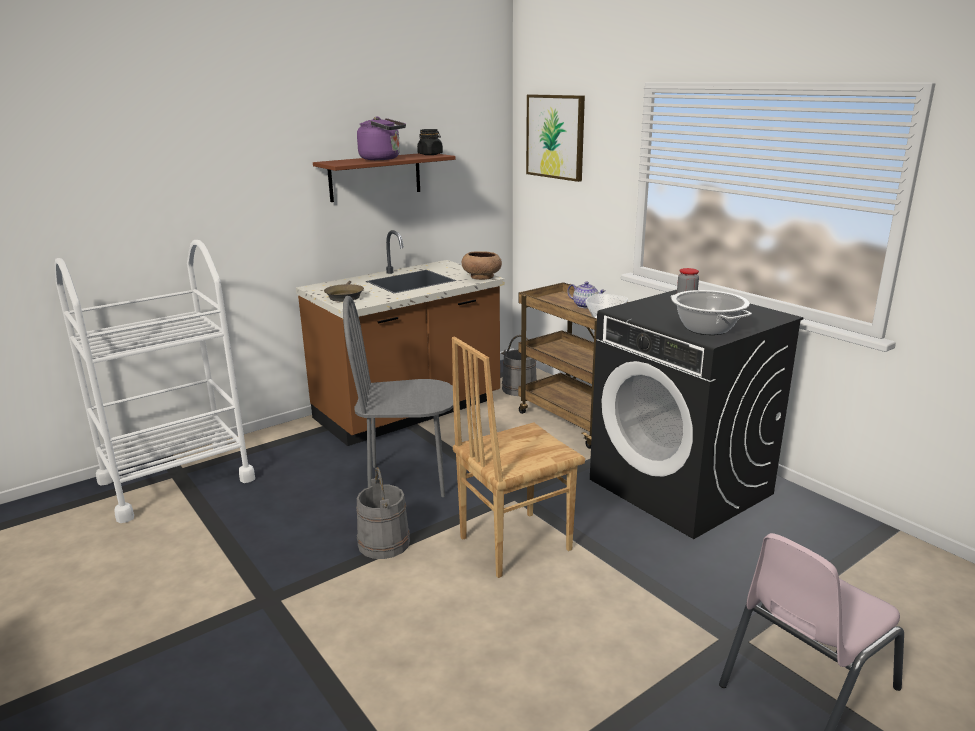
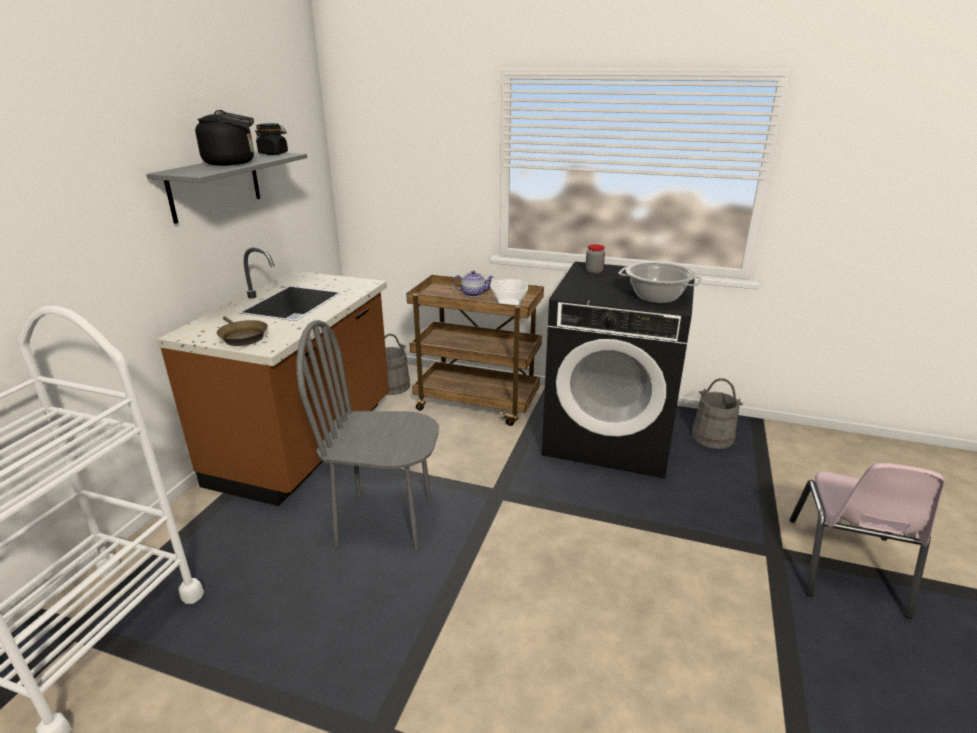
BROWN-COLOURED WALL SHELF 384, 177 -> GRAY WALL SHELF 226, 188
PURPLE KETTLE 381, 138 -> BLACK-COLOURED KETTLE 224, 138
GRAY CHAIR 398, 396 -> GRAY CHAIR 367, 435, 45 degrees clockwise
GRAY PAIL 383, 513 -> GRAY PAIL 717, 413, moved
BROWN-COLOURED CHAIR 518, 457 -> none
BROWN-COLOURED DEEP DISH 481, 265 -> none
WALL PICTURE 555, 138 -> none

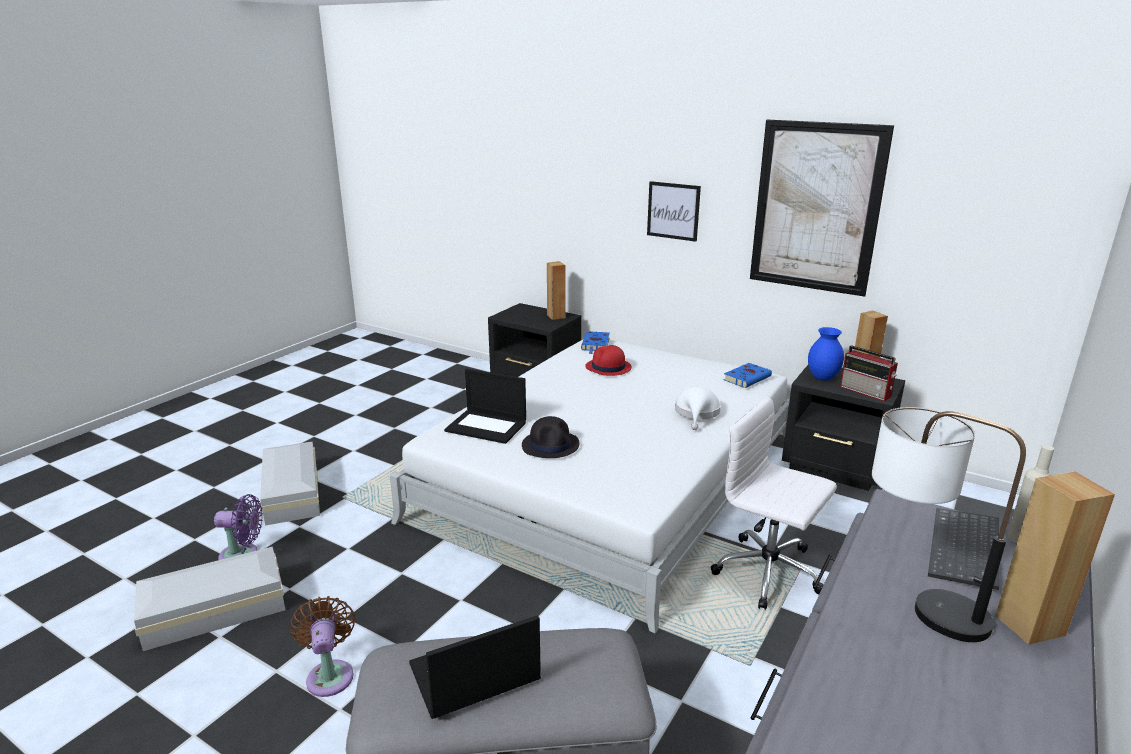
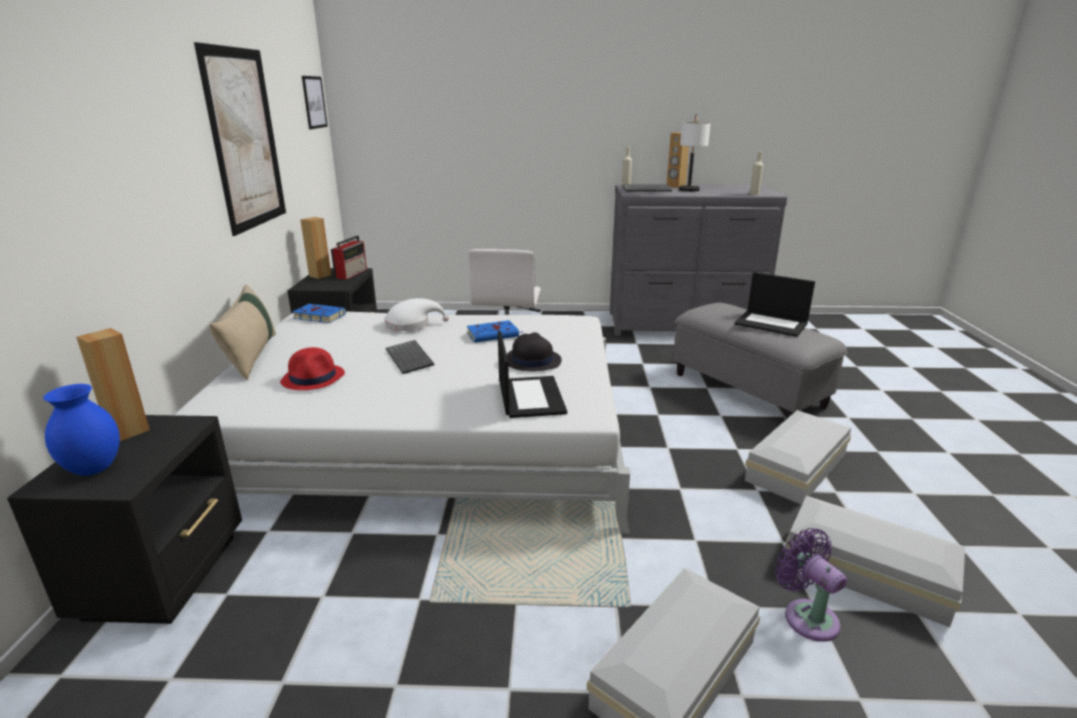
BLUE DECORATIVE VASE 826, 353 -> BLUE DECORATIVE VASE 81, 430, moved
none -> SAND-COLOURED PILLOW 243, 332
WALL PICTURE 674, 211 -> WALL PICTURE 315, 102, moved
none -> PC KEYBOARD 410, 357
BLUE BOUND BOOK 595, 342 -> BLUE BOUND BOOK 495, 331, moved
BROWN-COLOURED COOLING FAN 322, 646 -> WHITISH STORAGE BOX 798, 457
none -> SAND-COLOURED DRINK BOTTLE 756, 173

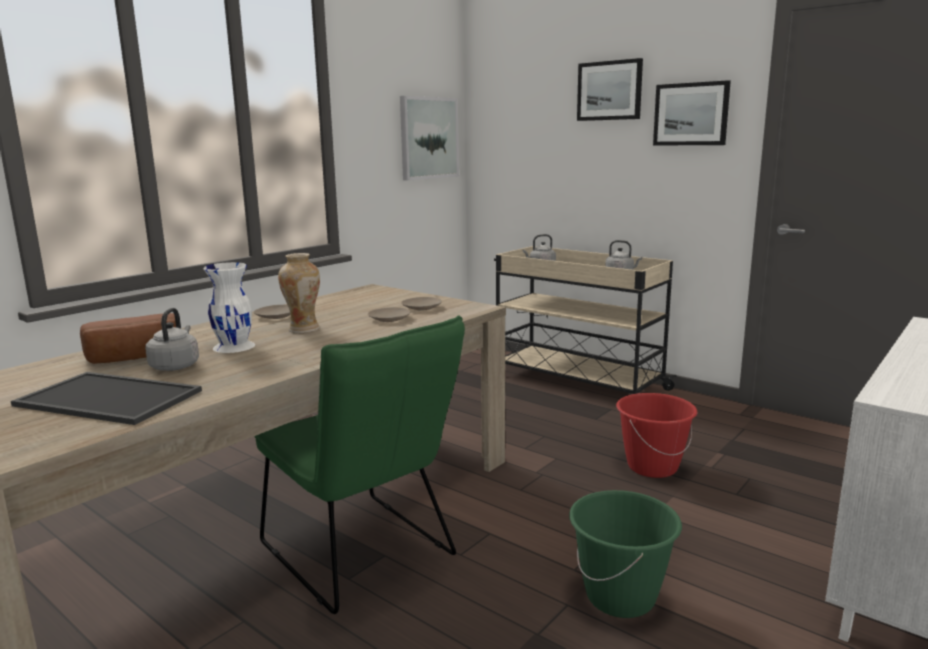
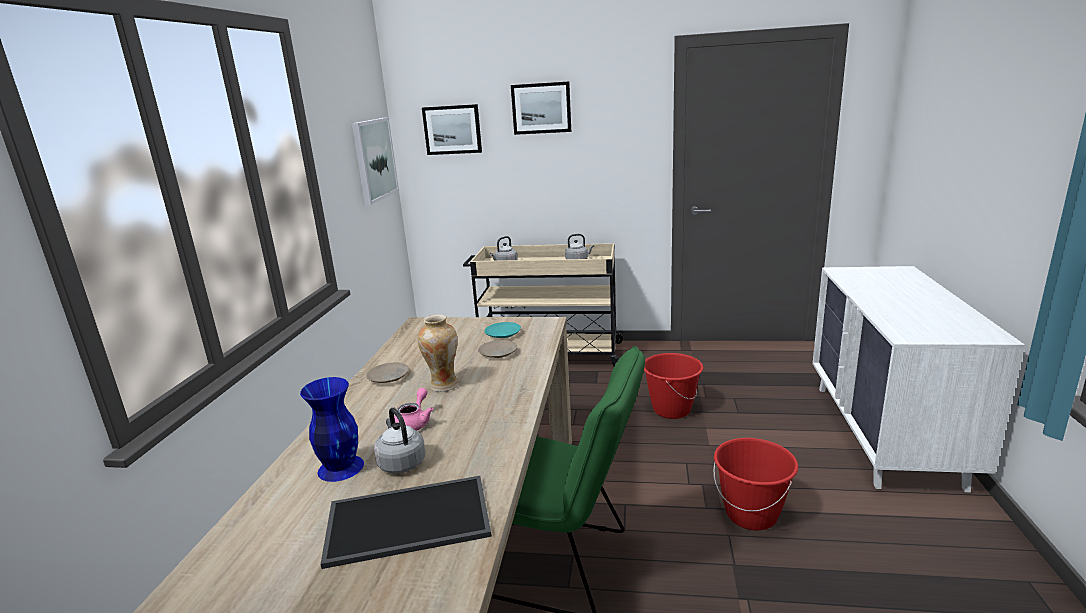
BAKERY BREAD 128, 338 -> BLUE DECORATIVE VASE 332, 429
WHITISH DECORATIVE VASE 229, 307 -> PINKISH TEAPOT 413, 409
WALL PICTURE 692, 113 -> WALL PICTURE 452, 129, moved
SAND-COLOURED PLATE 421, 304 -> BLUE-GREEN PLATE 502, 330
GREENISH PAIL 625, 554 -> RED PAIL 755, 484

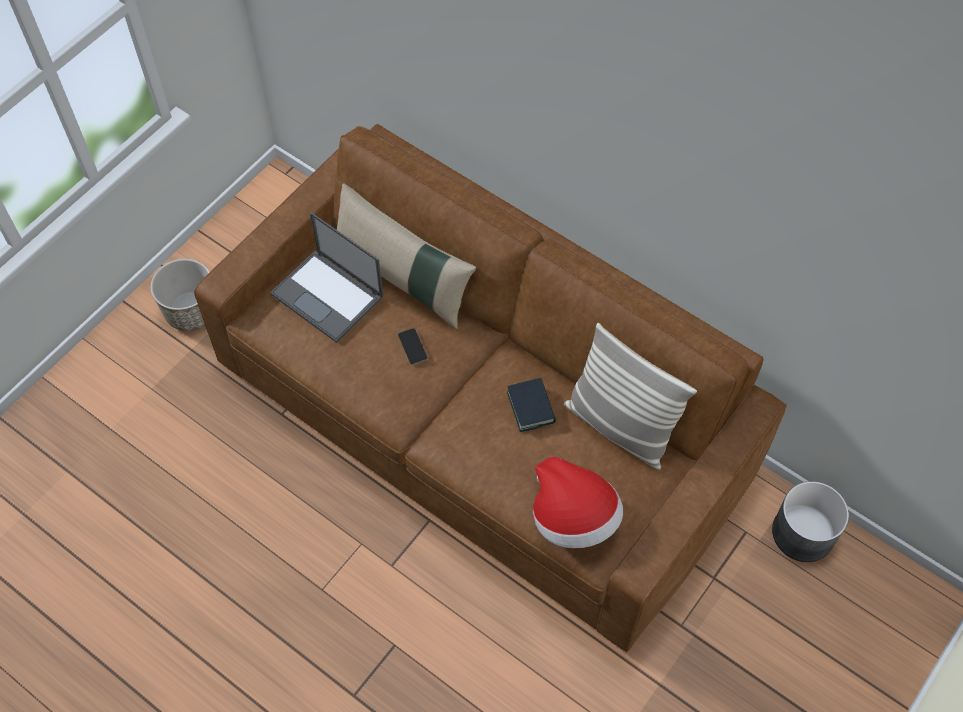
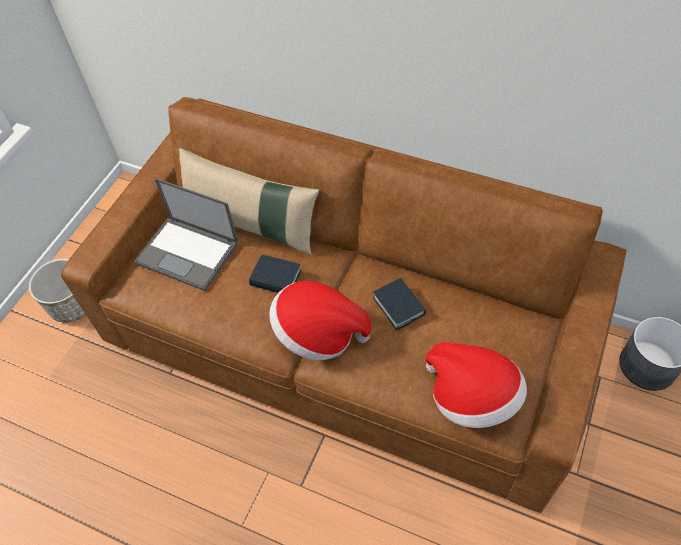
PHONE 413, 346 -> BOUND BOOK 275, 274
none -> WEARABLE HAT 320, 320
PILLOW 630, 396 -> none

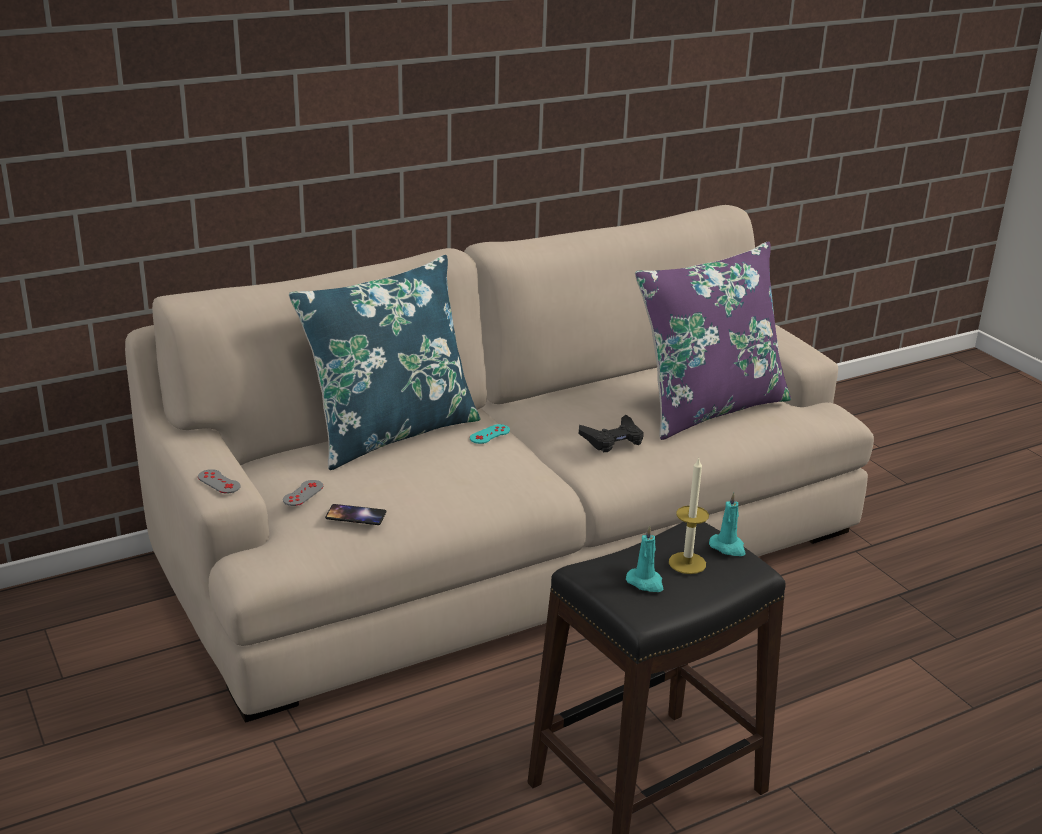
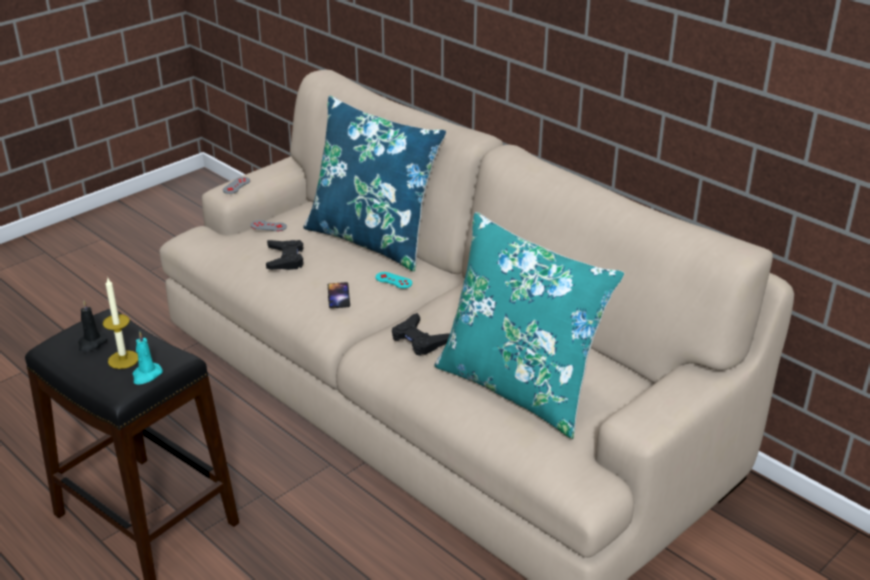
BLUE-GREEN WAX LIGHT 644, 558 -> BLACK-COLOURED WAX LIGHT 92, 326
none -> BLACK-COLOURED GAMEPAD 285, 255
PHONE 355, 514 -> PHONE 339, 295, moved
PURPLE PILLOW 713, 341 -> BLUE-GREEN PILLOW 529, 325

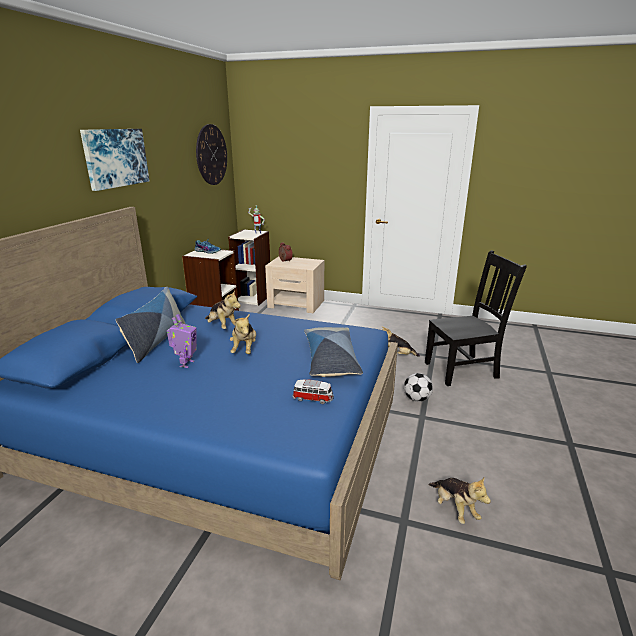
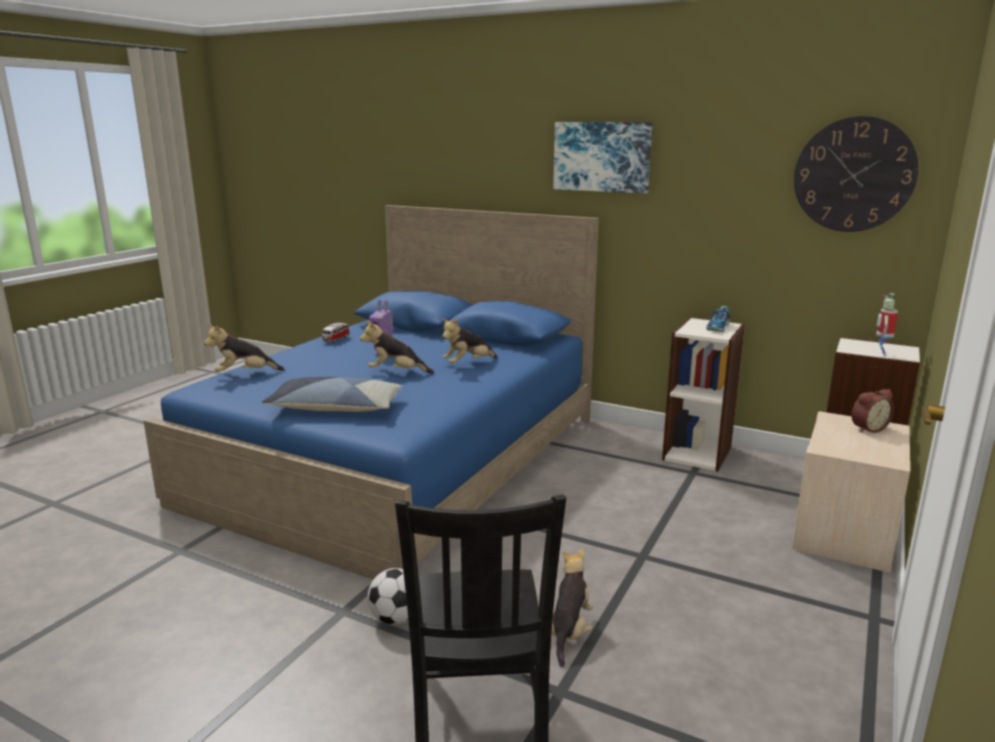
CUDDLY TOY 460, 500 -> CUDDLY TOY 244, 348, moved
MODEL CAR 313, 391 -> MODEL CAR 336, 333, moved
PILLOW 151, 325 -> none

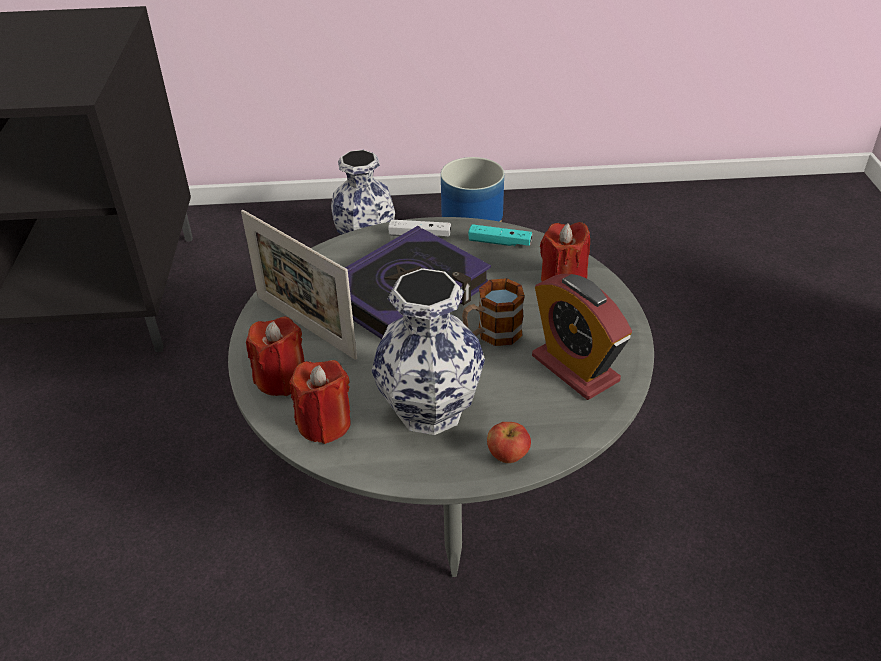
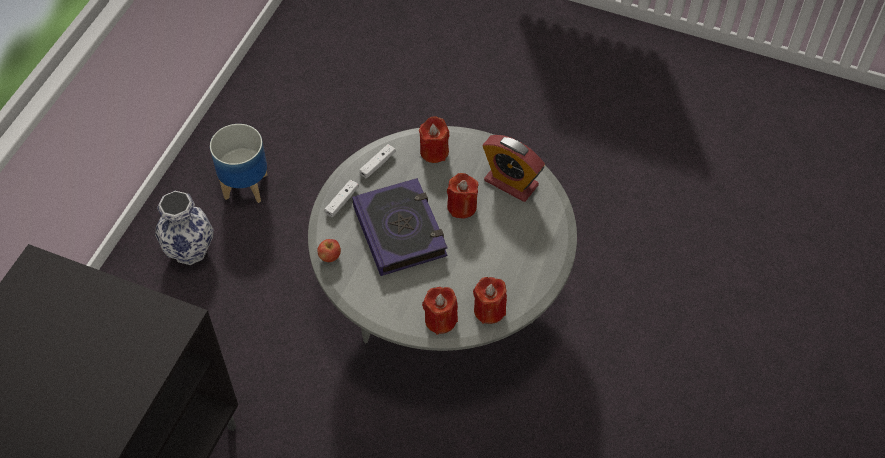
WHOLE APPLE 509, 442 -> WHOLE APPLE 329, 250, moved
BLUE-GREEN GAMEPAD 500, 235 -> WHITISH GAMEPAD 377, 161
TEA MUG 493, 312 -> RED WAX LIGHT 462, 196
ALARM CLOCK 582, 337 -> ALARM CLOCK 514, 168, 45 degrees clockwise
PICTURE FRAME 299, 285 -> none
DECORATIVE VASE 428, 351 -> none

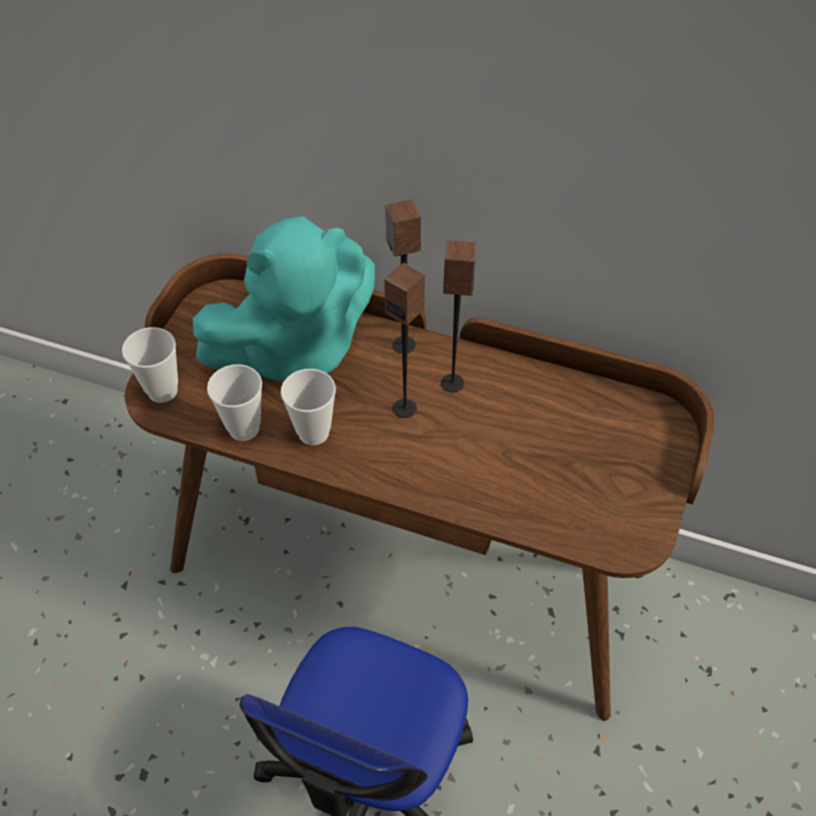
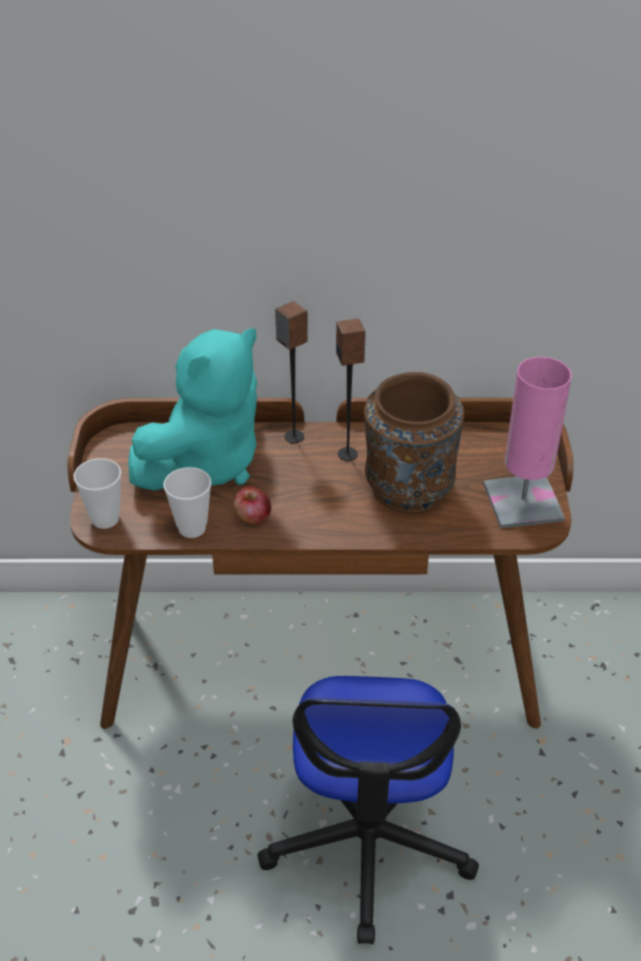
SMALL CUP 308, 407 -> WHOLE APPLE 252, 505
none -> BROWN-COLOURED DECORATIVE VASE 414, 443
none -> PINKISH TABLE LAMP 527, 442
SPEAKER 404, 340 -> none

